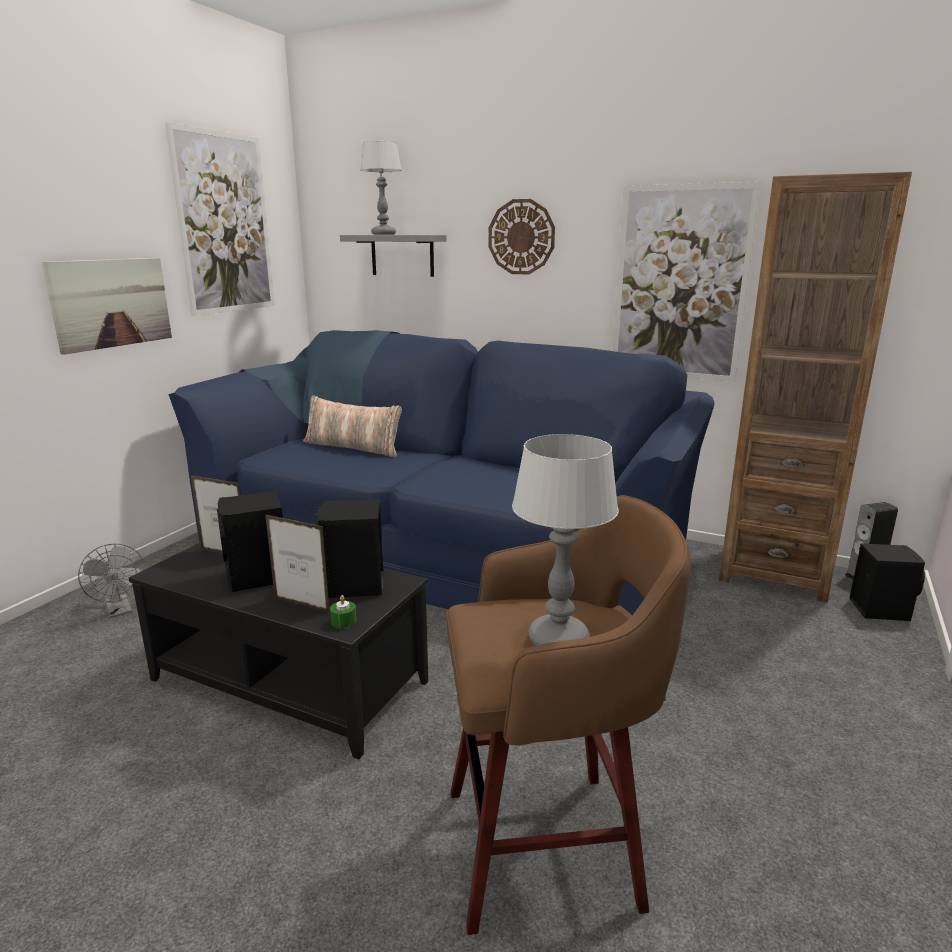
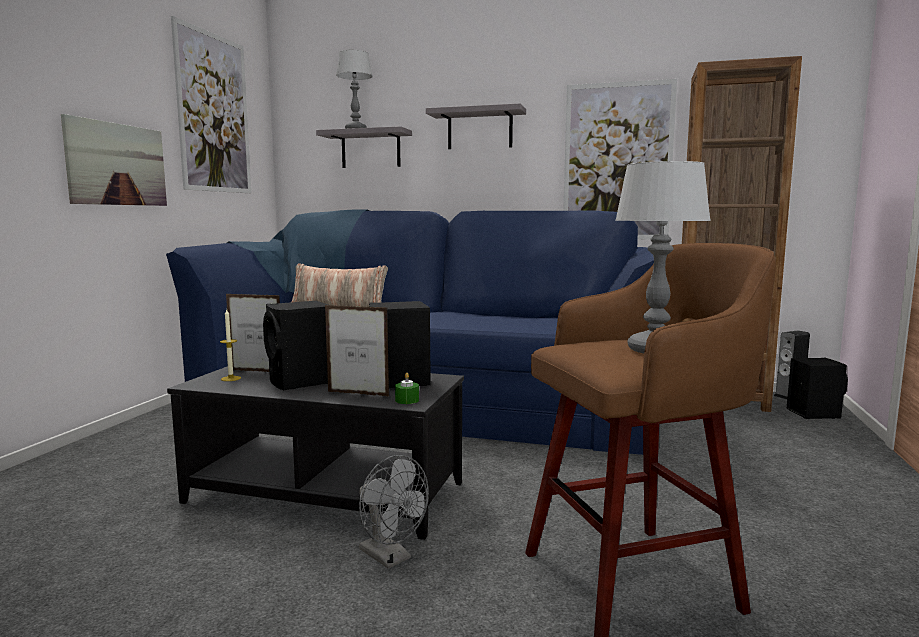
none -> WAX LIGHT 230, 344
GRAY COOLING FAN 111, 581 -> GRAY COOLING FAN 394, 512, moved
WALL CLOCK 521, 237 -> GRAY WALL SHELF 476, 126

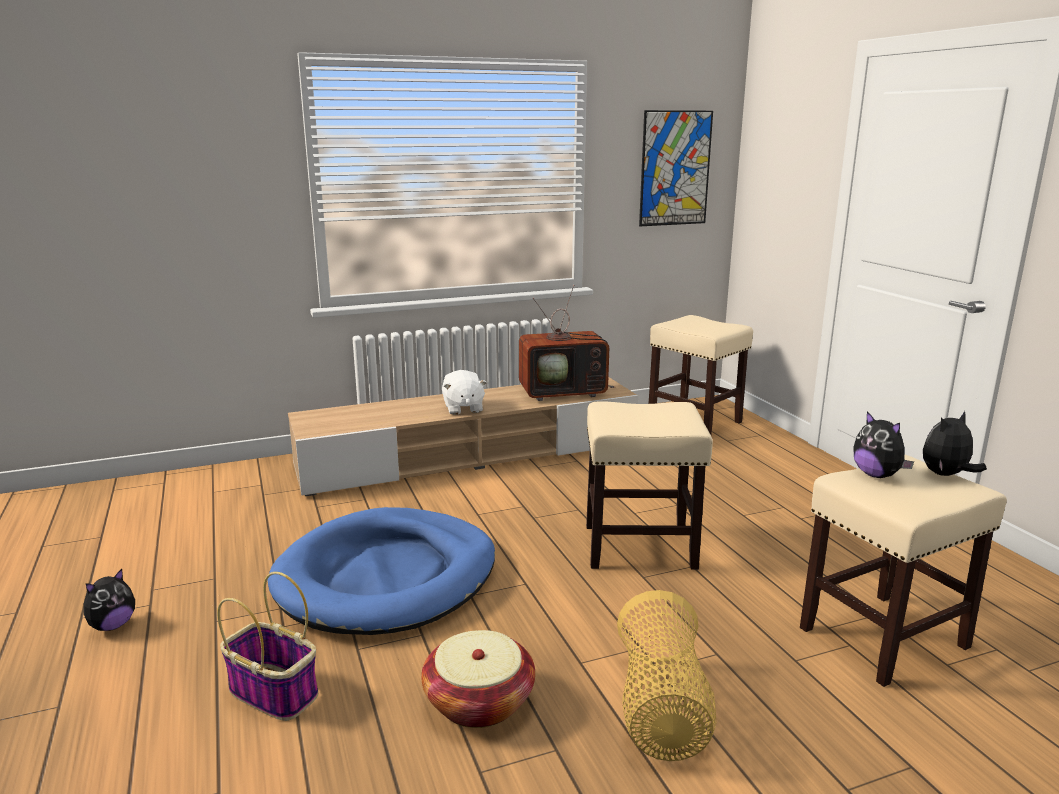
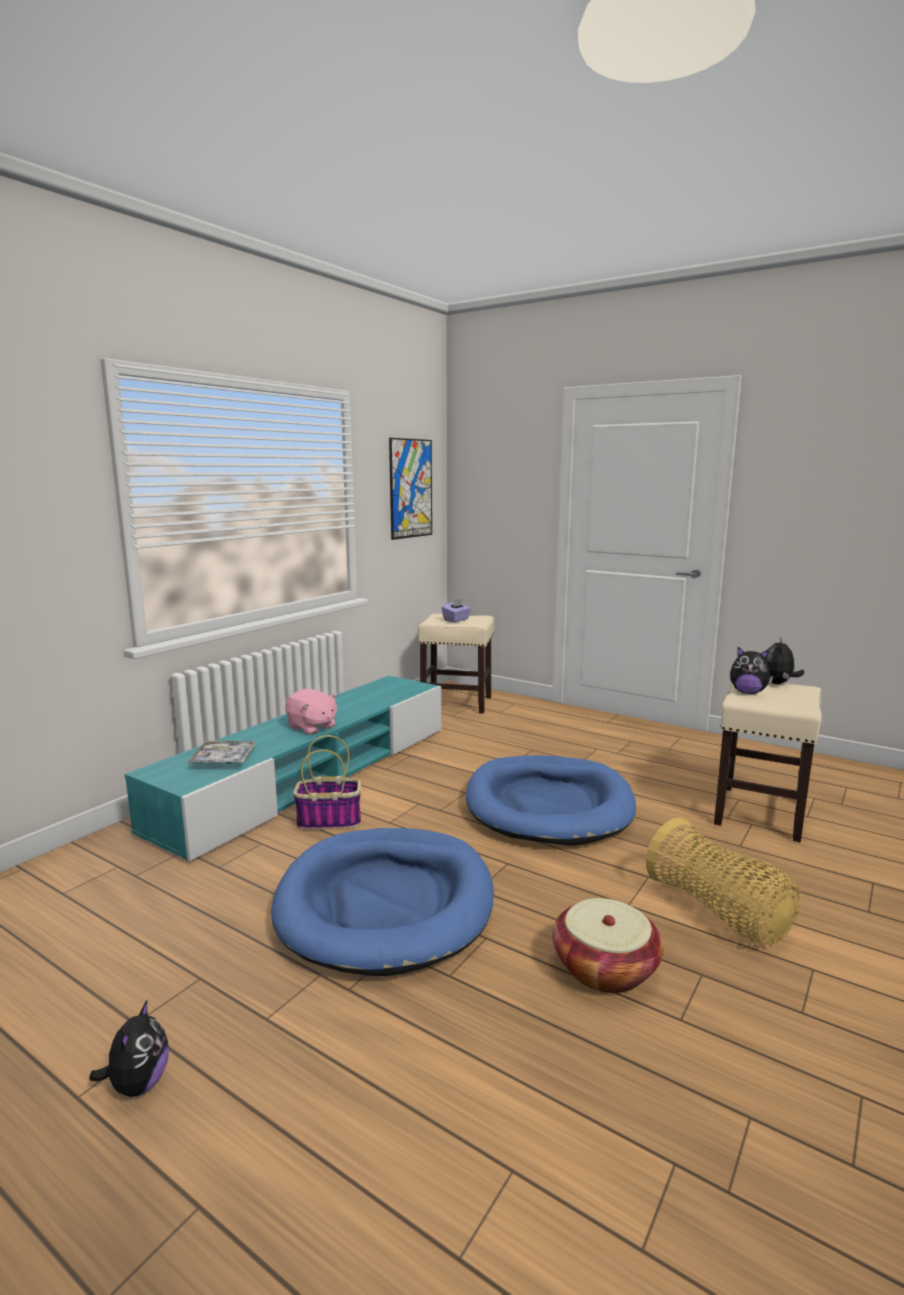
SAND-COLOURED TV STAND 463, 436 -> BLUE-GREEN TV STAND 283, 768
none -> SERVING TRAY 222, 752
WHITISH CUDDLY TOY 464, 392 -> PINKISH CUDDLY TOY 311, 712
STORAGE BASKET 267, 646 -> STORAGE BASKET 327, 782, moved
none -> PURPLE TISSUE HOLDER 456, 610
SAND-COLOURED SITTING STOOL 649, 485 -> BLUE PET BED 551, 800
TV SET 567, 343 -> none

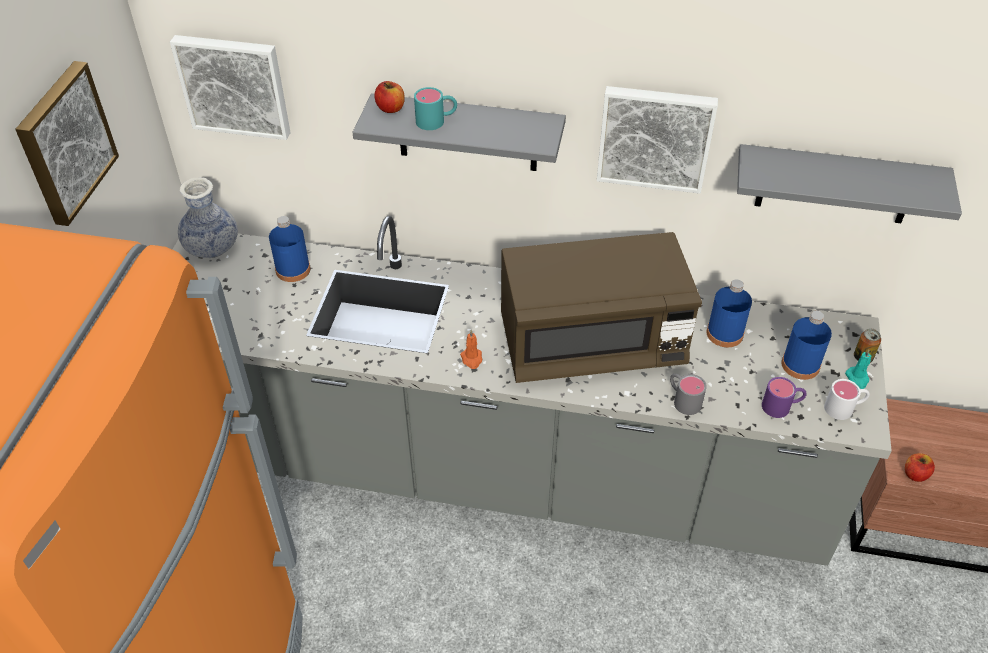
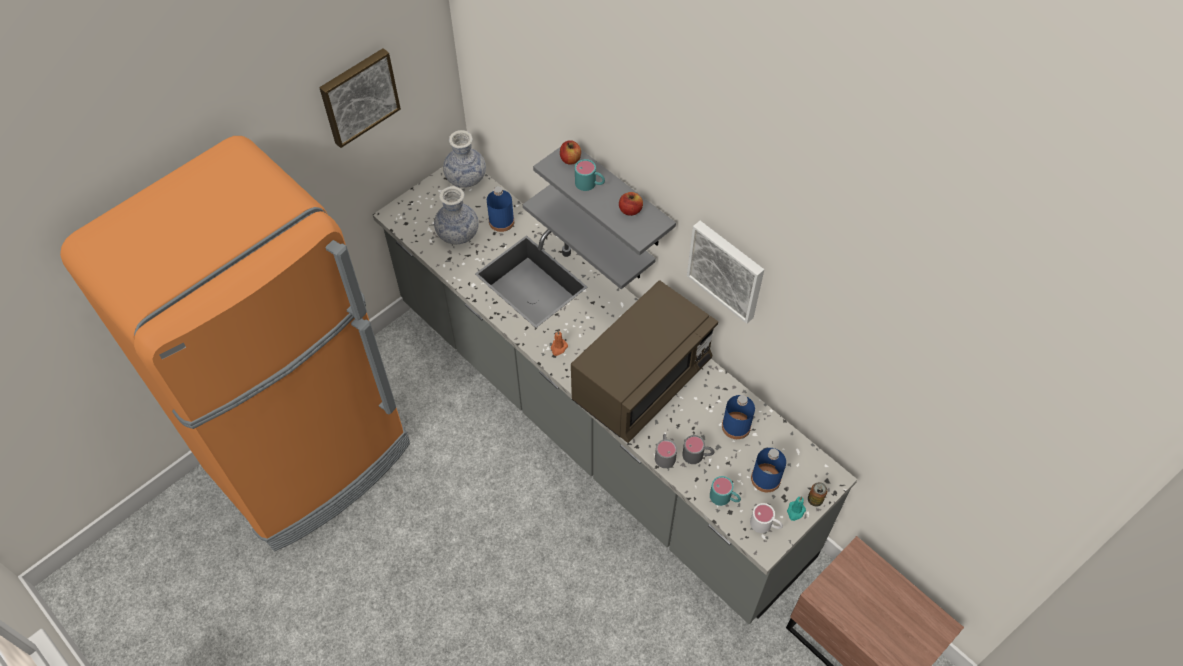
none -> DECORATIVE VASE 456, 215
GRAY WALL SHELF 849, 183 -> GRAY WALL SHELF 589, 236, moved
BROWN-COLOURED MICROWAVE OVEN 601, 307 -> BROWN-COLOURED MICROWAVE OVEN 644, 361, 75 degrees counterclockwise
WHOLE APPLE 920, 467 -> WHOLE APPLE 631, 204, moved
none -> GRAY TEA MUG 698, 449
PURPLE TEA MUG 784, 397 -> BLUE-GREEN TEA MUG 725, 491
WALL PICTURE 230, 87 -> none

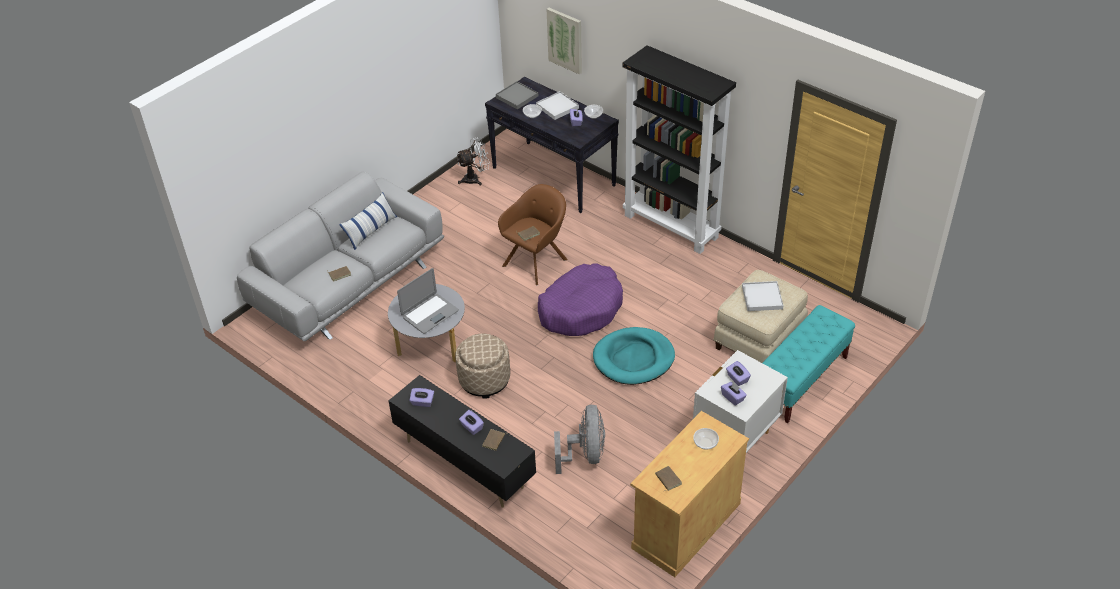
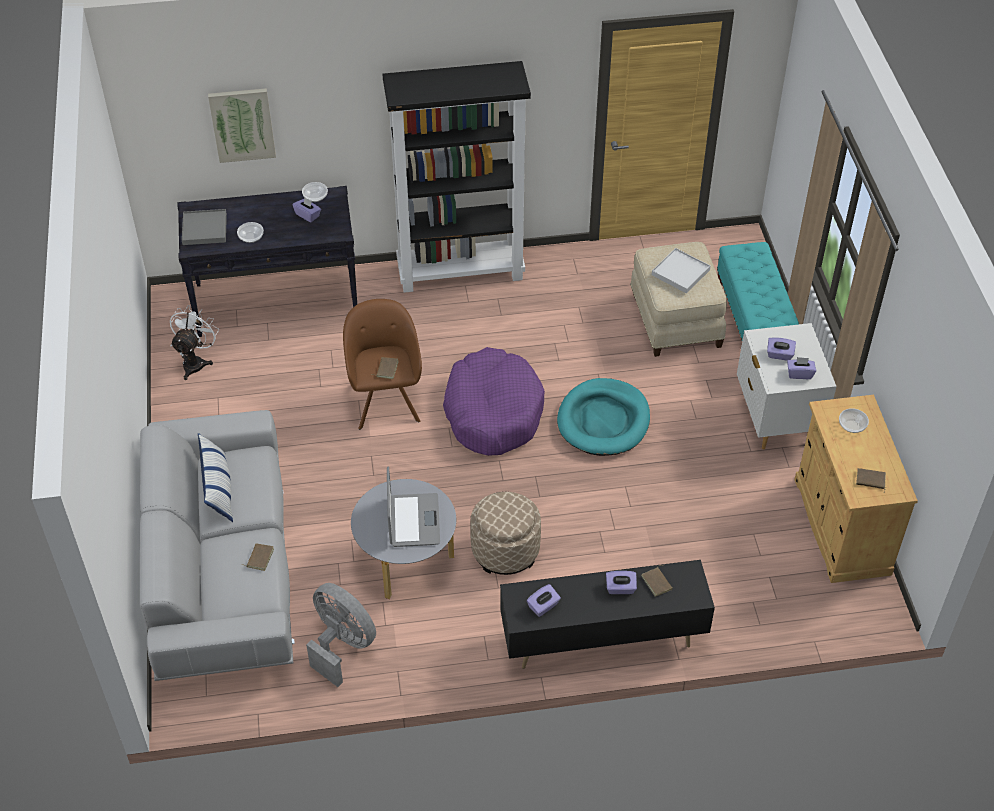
GRAY COOLING FAN 579, 439 -> GRAY COOLING FAN 341, 635, moved
WHITISH SERVING TRAY 557, 105 -> none

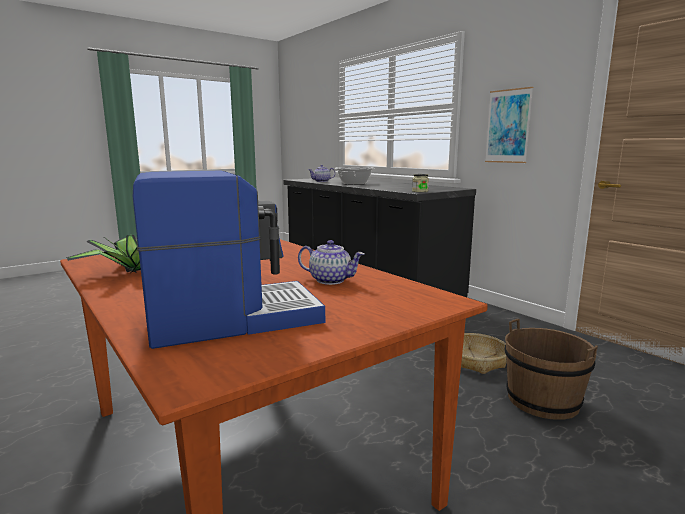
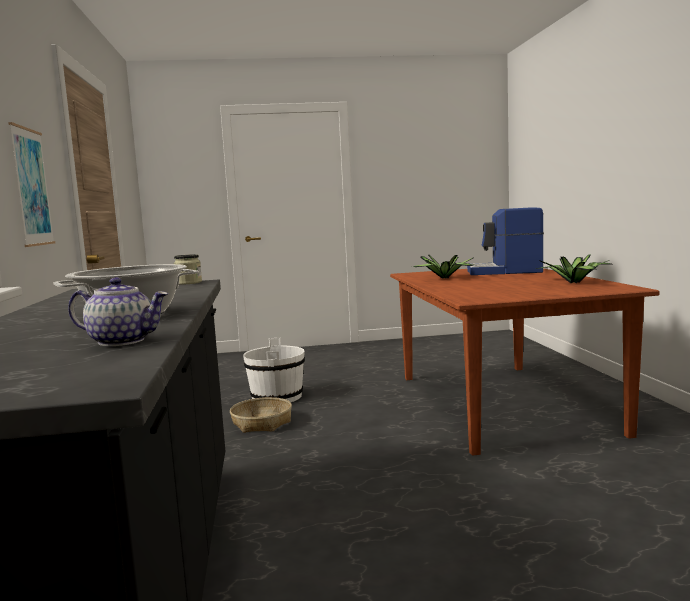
BROWN-COLOURED PAIL 551, 369 -> WHITISH PAIL 274, 370
TEAPOT 331, 262 -> HOUSEPLANT 443, 267

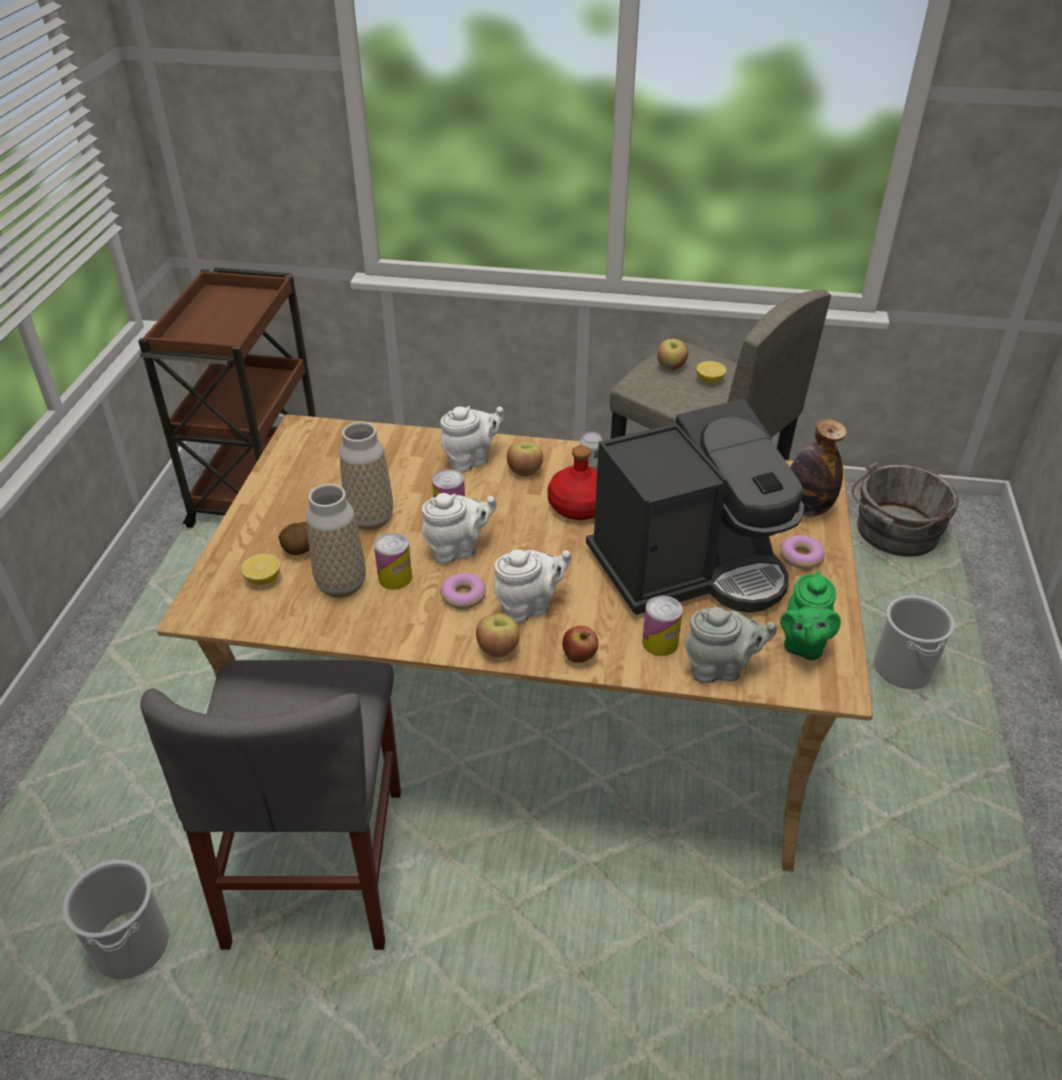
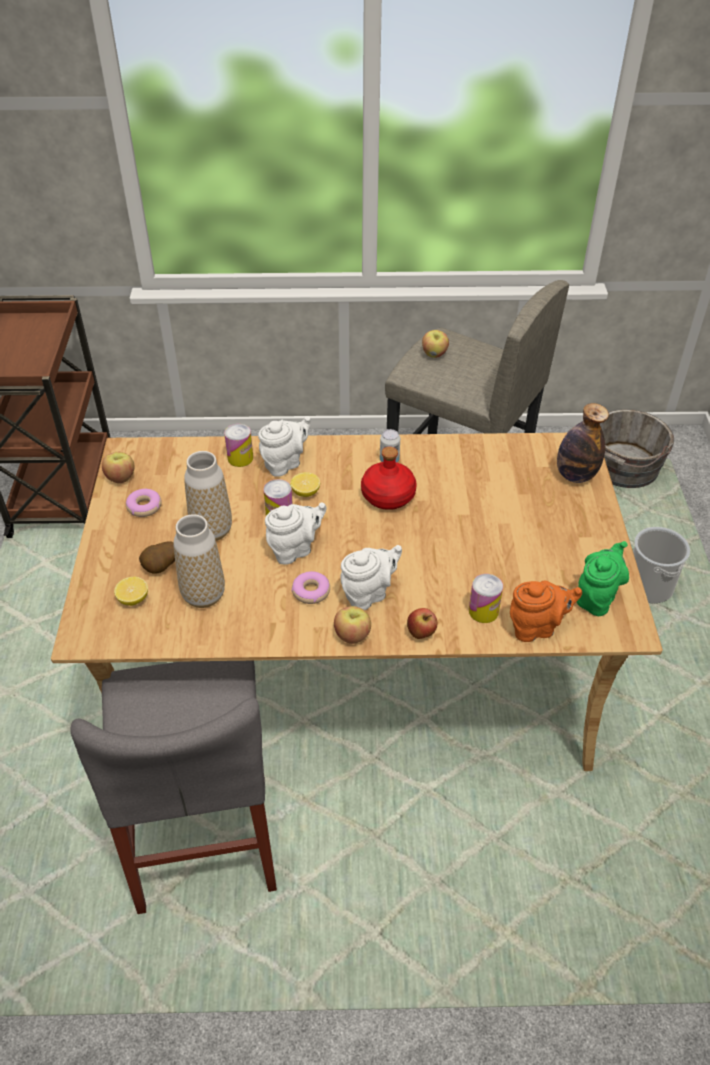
WHOLE APPLE 525, 459 -> WHOLE APPLE 118, 467, moved
DOUGHNUT 802, 552 -> DOUGHNUT 144, 503, moved
CAN 393, 561 -> CAN 238, 445, moved
WHOLE LEMON 711, 372 -> WHOLE LEMON 305, 484, moved
GRAY TEAPOT 731, 645 -> ORANGEY TEAPOT 546, 611
GREENISH TEAPOT 810, 615 -> GREENISH TEAPOT 603, 578, 150 degrees counterclockwise
PAIL 116, 919 -> none
COFFEE MACHINE 695, 507 -> none

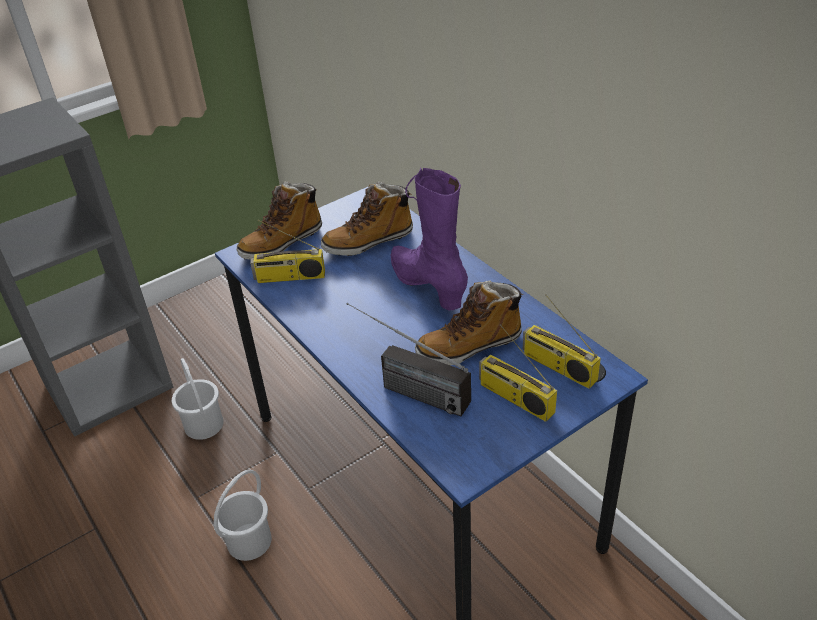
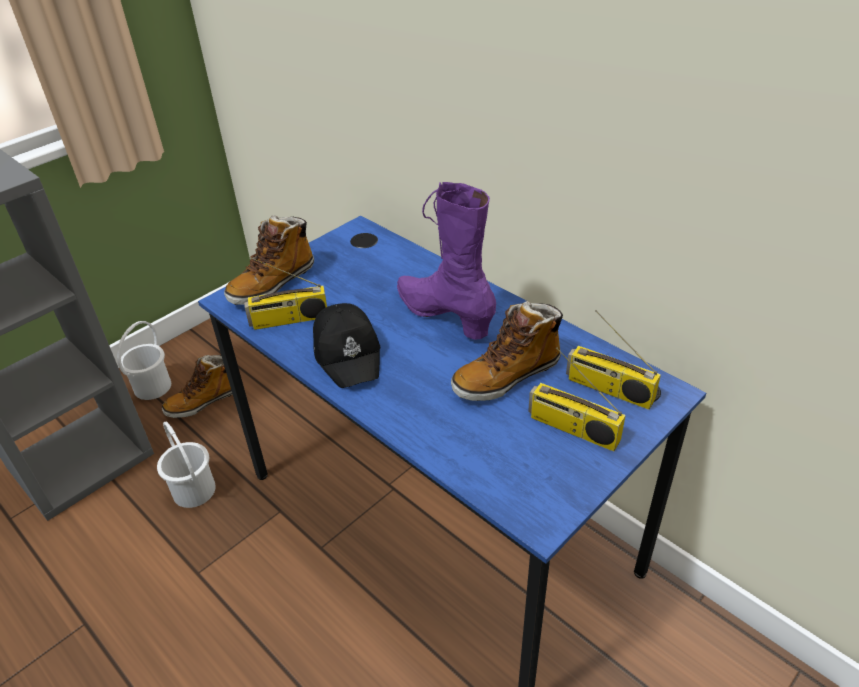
WHITISH PAIL 243, 515 -> WHITISH PAIL 144, 360, moved
HIGH-TOP BOOT 367, 219 -> HIGH-TOP BOOT 197, 386, moved
none -> BLACK-COLOURED CAP 347, 345
RADIO RECEIVER 408, 360 -> none

